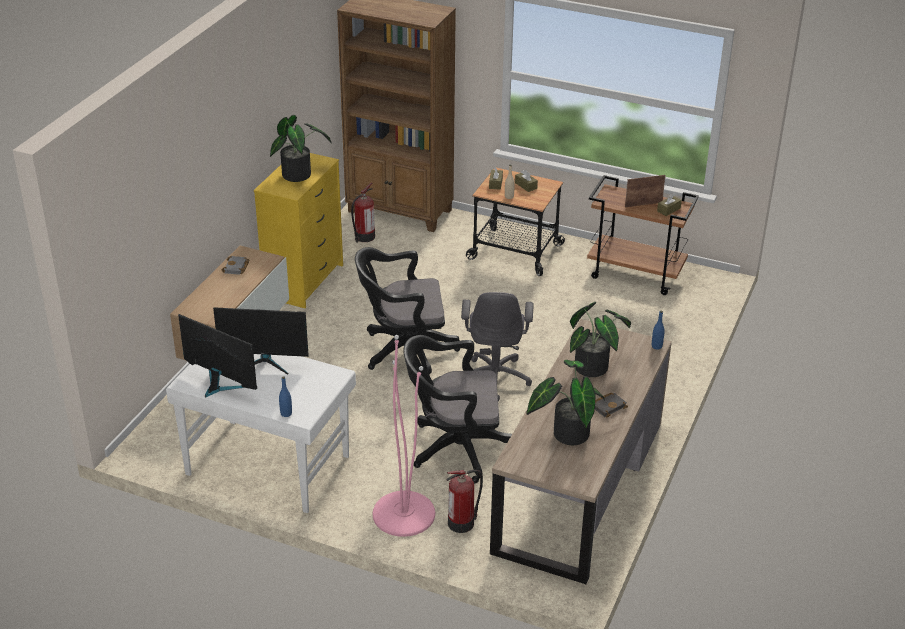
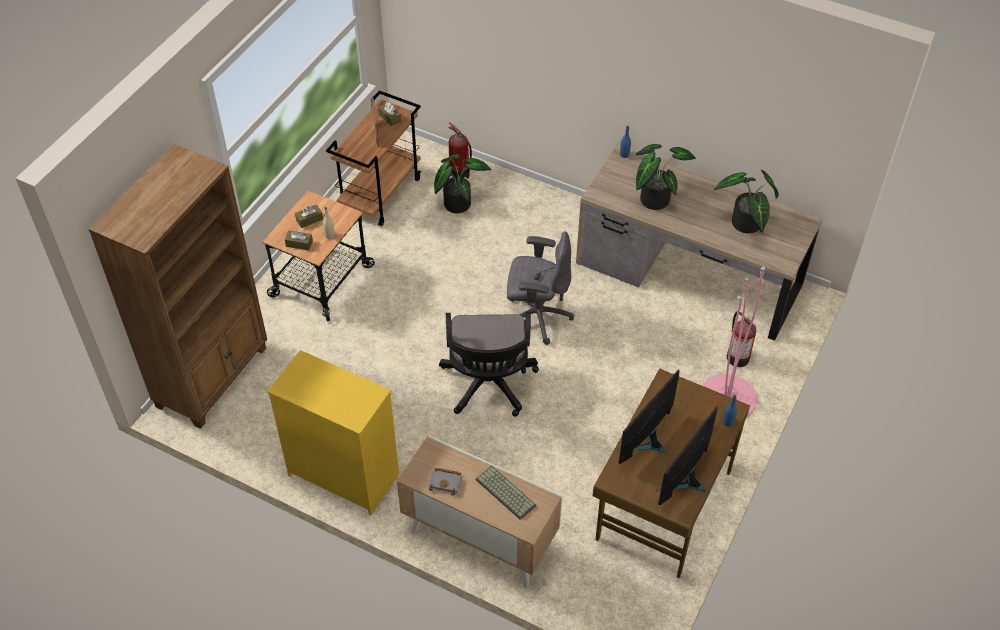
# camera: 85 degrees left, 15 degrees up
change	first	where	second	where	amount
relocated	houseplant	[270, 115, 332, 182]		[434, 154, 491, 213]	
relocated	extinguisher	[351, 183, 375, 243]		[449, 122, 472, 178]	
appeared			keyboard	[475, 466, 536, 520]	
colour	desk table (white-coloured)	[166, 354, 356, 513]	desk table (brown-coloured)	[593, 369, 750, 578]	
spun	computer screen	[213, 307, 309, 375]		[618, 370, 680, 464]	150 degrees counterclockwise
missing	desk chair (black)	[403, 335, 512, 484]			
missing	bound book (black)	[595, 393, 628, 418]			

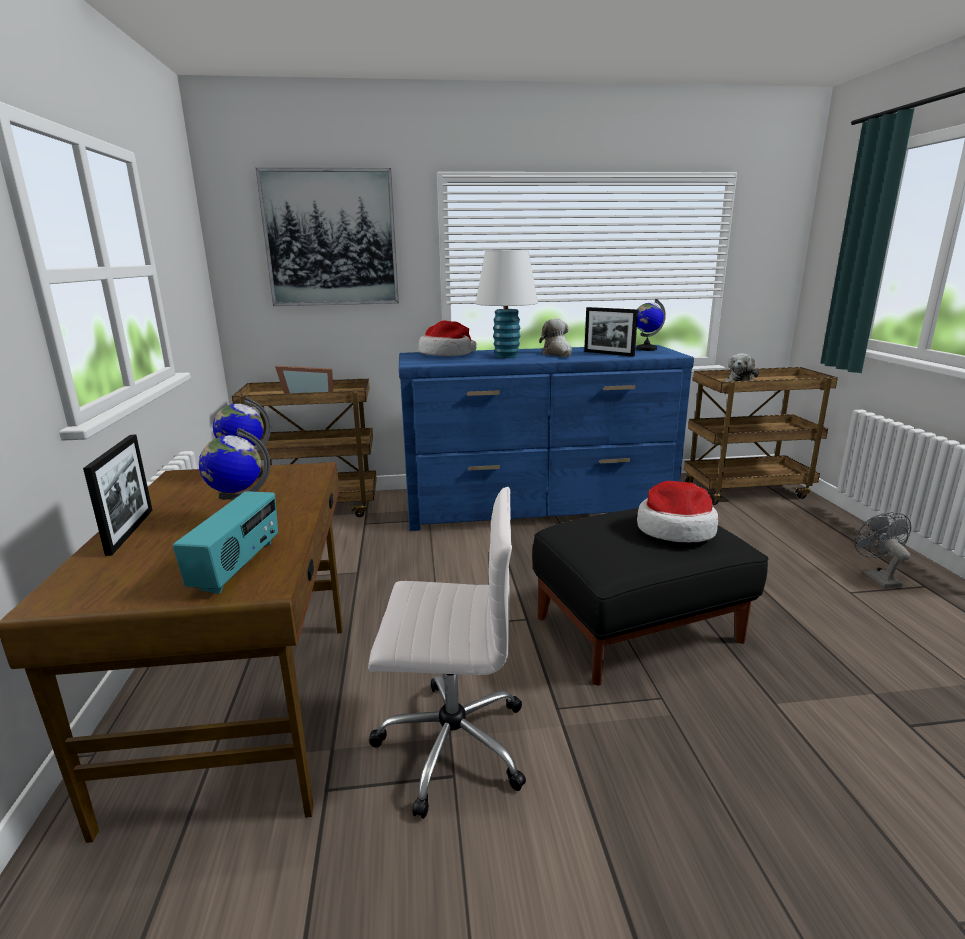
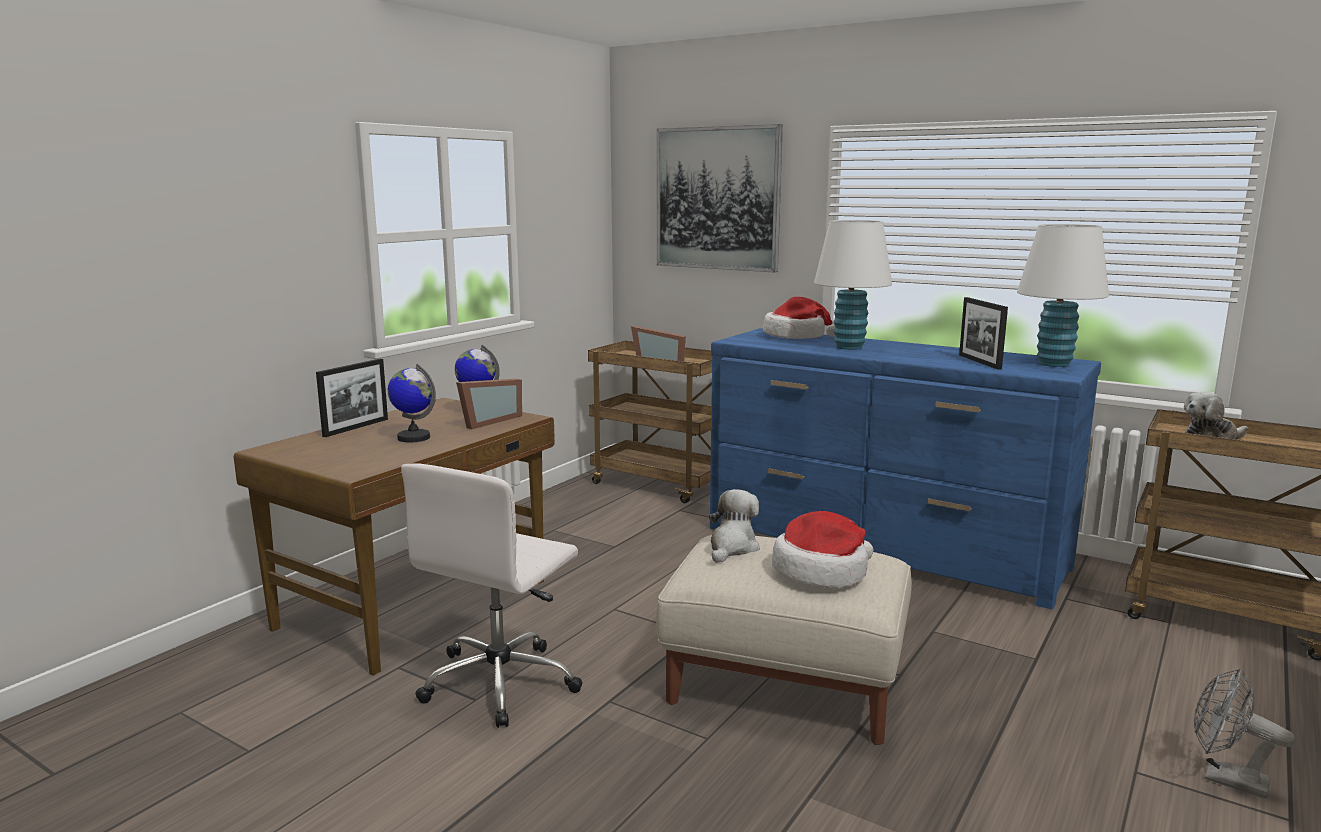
# camera: 40 degrees right, 5 degrees down
change	first	where	second	where	amount
spun	desk chair (white-coloured)	[368, 487, 526, 819]		[401, 463, 583, 728]	75 degrees clockwise
appeared			photo frame	[456, 379, 522, 429]	
colour	ottoman (black)	[532, 508, 768, 686]	ottoman (beige-coloured)	[656, 535, 912, 745]	
relocated	soft toy	[539, 319, 572, 357]		[709, 489, 760, 563]	
exchanged	world globe	[636, 299, 666, 351]	tabletop lamp (white-coloured)	[1017, 224, 1109, 367]	
spun	electric fan (gray)	[854, 512, 911, 588]		[1194, 668, 1295, 799]	90 degrees counterclockwise
missing	radio set	[173, 491, 278, 594]			

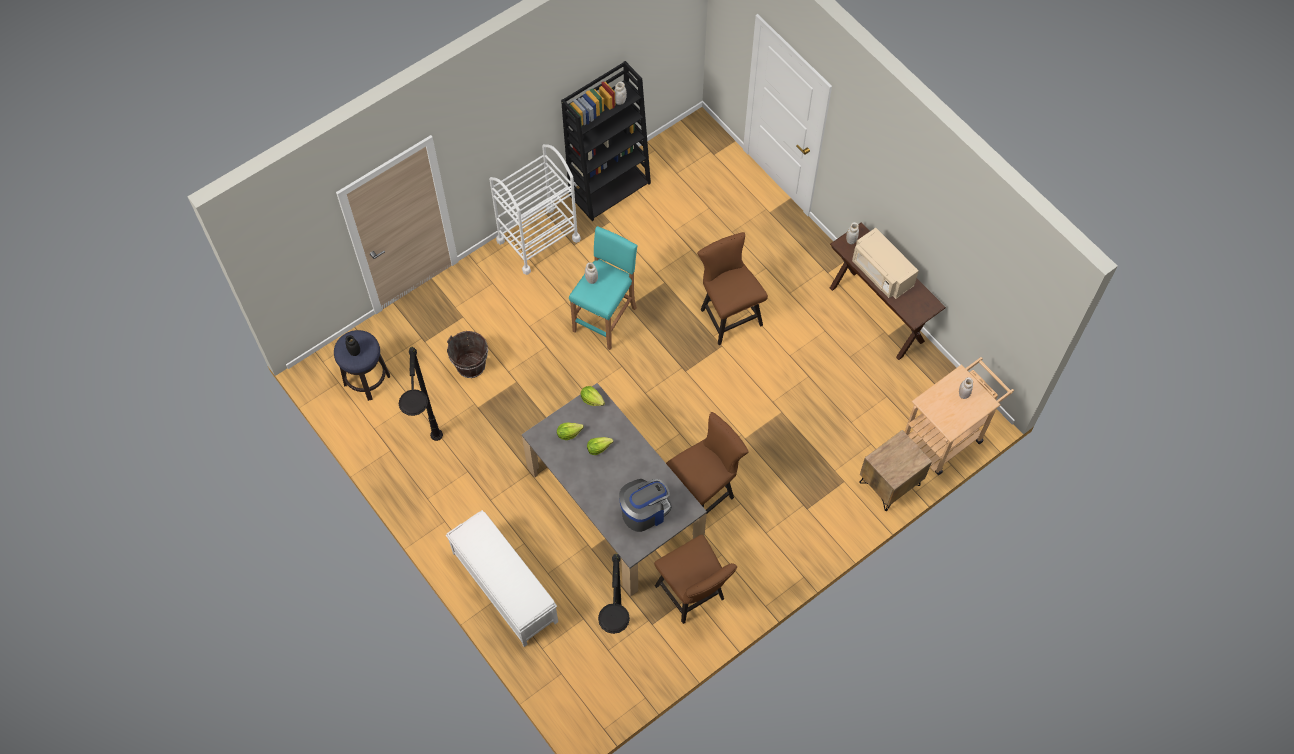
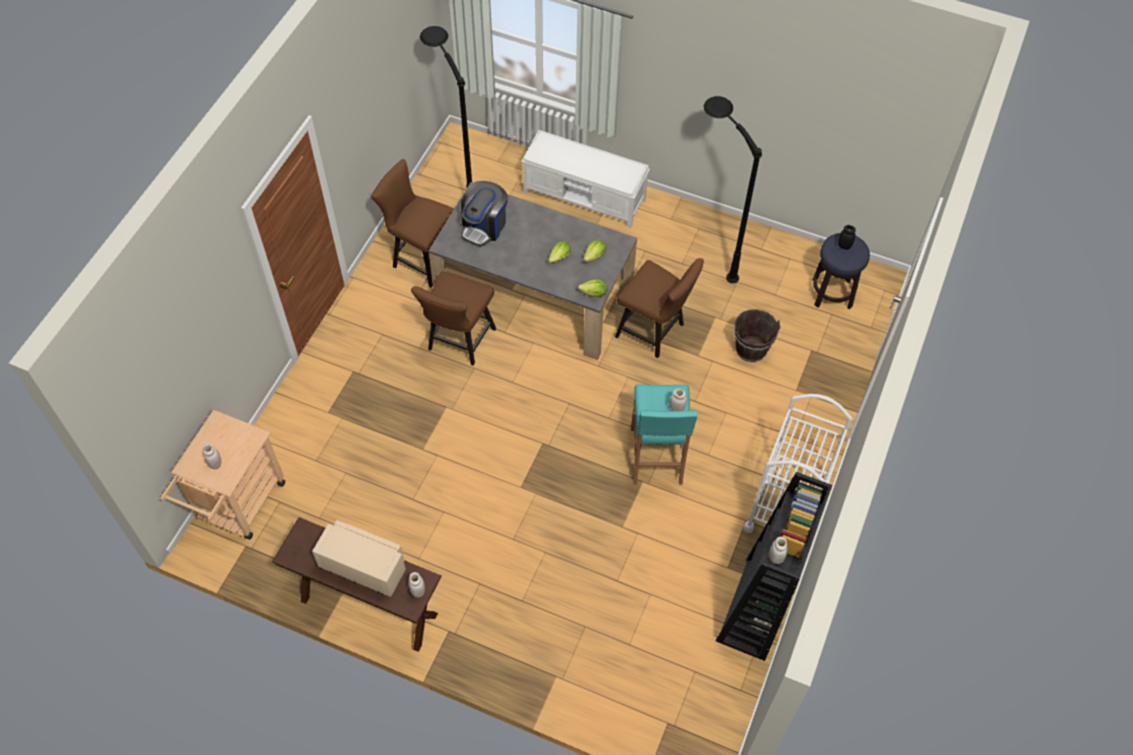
# camera: 150 degrees right, 5 degrees down
change	first	where	second	where	amount
relocated	upright chair (brown-coloured)	[697, 232, 768, 345]		[615, 258, 704, 358]	
missing	bedside table (brown-coloured)	[860, 430, 932, 511]			

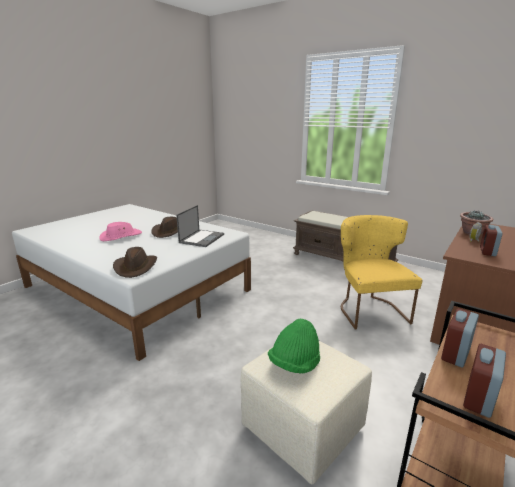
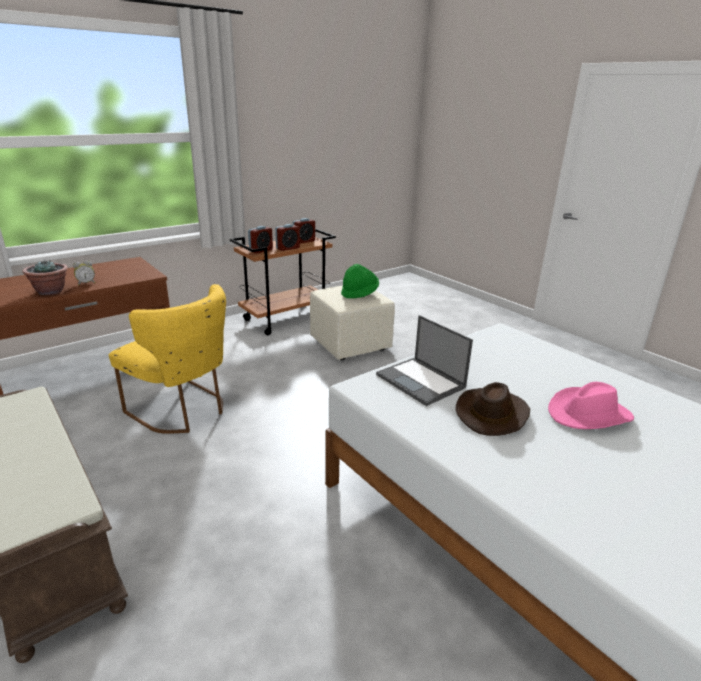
# camera: 165 degrees left, 5 degrees up
change	first	where	second	where	amount
spun	upright chair (yellowish)	[341, 215, 423, 330]		[109, 284, 226, 434]	60 degrees counterclockwise
relocated	table clock	[480, 225, 502, 256]		[248, 226, 273, 254]	
spun	laptop	[176, 205, 224, 247]		[376, 315, 473, 406]	75 degrees counterclockwise
missing	hat (brown-coloured)	[113, 247, 157, 278]			

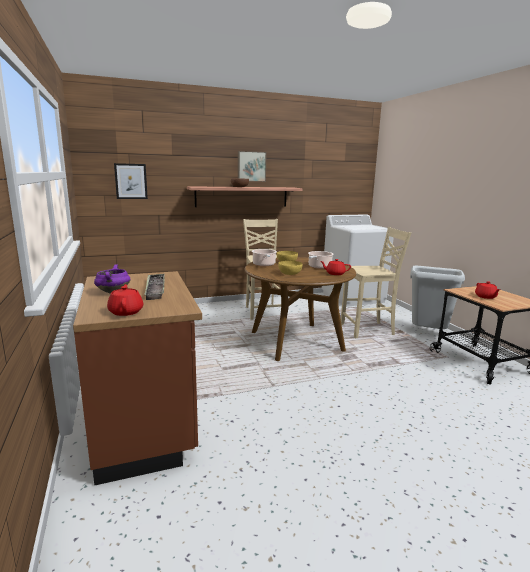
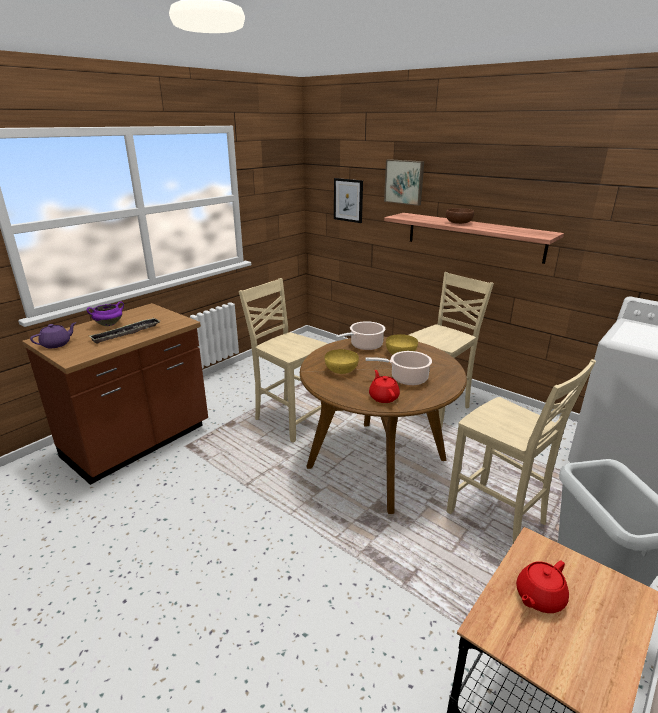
# camera: 60 degrees right, 10 degrees up
change	first	where	second	where	amount
colour	pot for tea (red-coloured)	[107, 284, 143, 316]	pot for tea (purple-coloured)	[30, 322, 77, 348]	
appeared			upright chair (beige-coloured)	[239, 278, 328, 443]	
relocated	wall art	[238, 151, 267, 182]		[384, 159, 424, 206]	

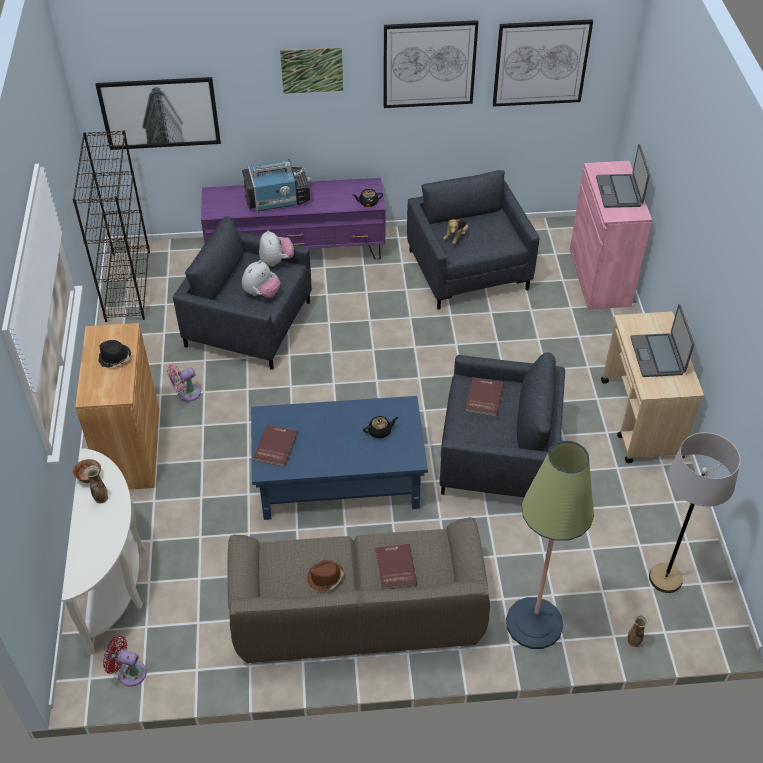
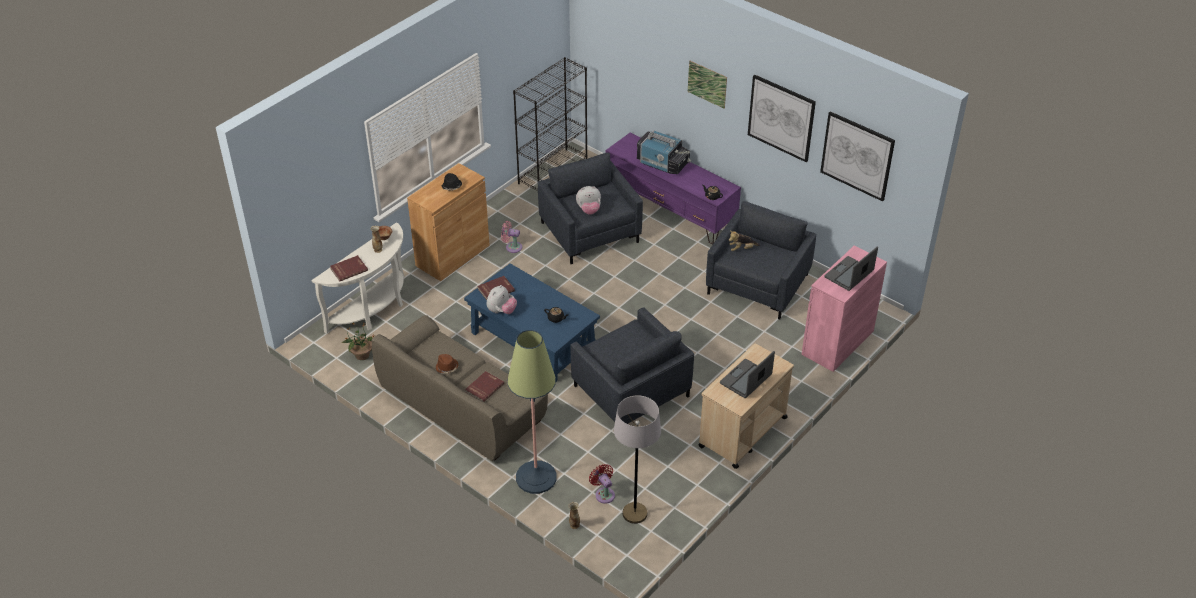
# camera: 45 degrees right, 5 degrees down
change	first	where	second	where	amount
relocated	bound book (red-coloured)	[465, 378, 504, 417]		[330, 255, 368, 281]	
appeared			houseplant	[342, 322, 376, 360]	
relocated	soft toy	[259, 230, 294, 267]		[487, 285, 517, 314]	
relocated	electric fan (red-coloured)	[103, 636, 147, 687]		[589, 464, 615, 504]	
missing	wall art	[95, 77, 221, 150]			

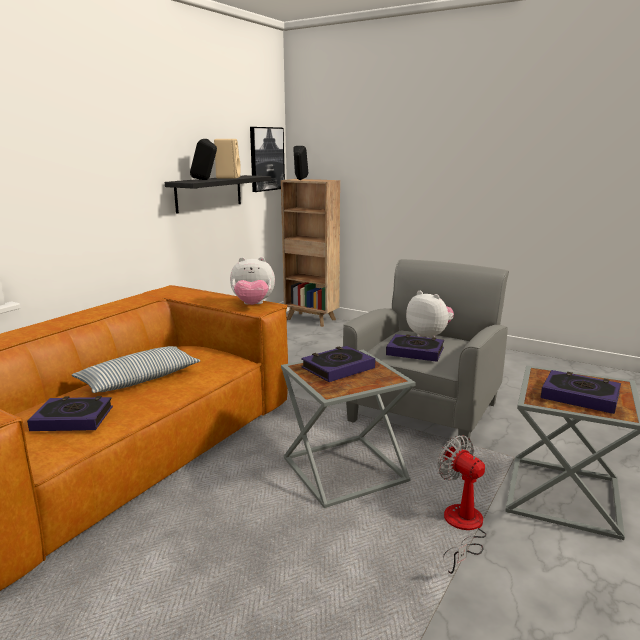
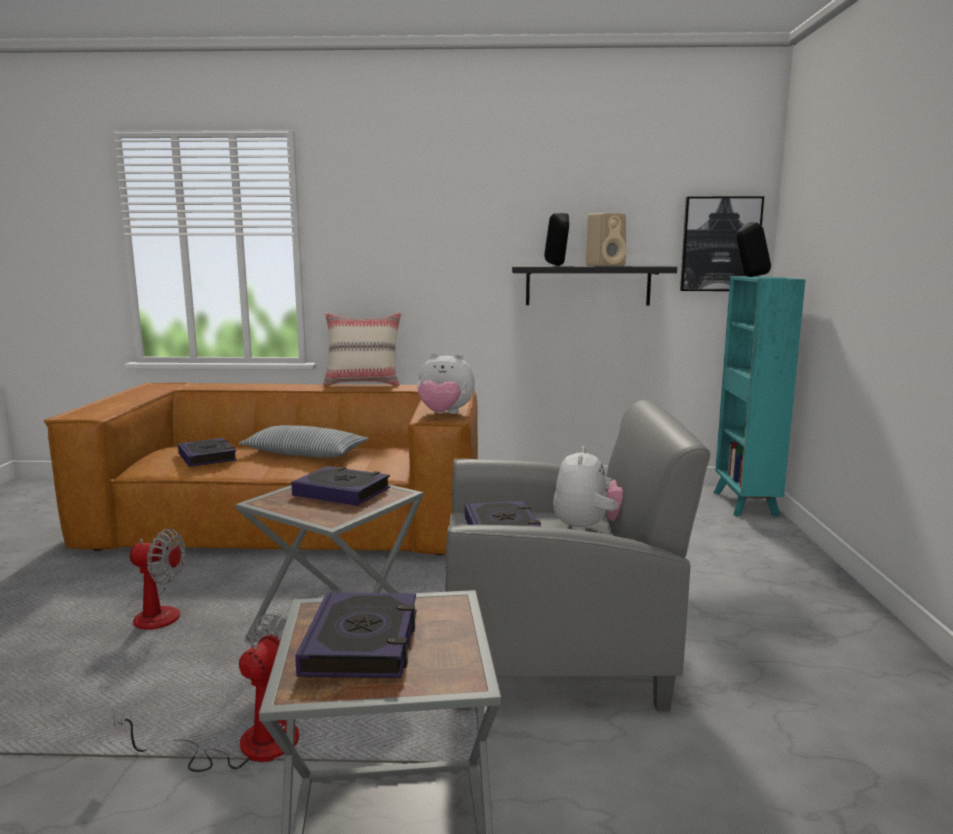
# camera: 60 degrees right, 5 degrees down
change	first	where	second	where	amount
appeared			electric fan	[127, 529, 185, 629]	
appeared			throw pillow (beige-coloured)	[324, 312, 401, 386]	
spun	soft toy	[230, 257, 275, 305]		[417, 353, 475, 414]	45 degrees counterclockwise
colour	bookshelf (brown-coloured)	[281, 179, 340, 327]	bookshelf (turquoise-coloured)	[714, 276, 806, 517]	

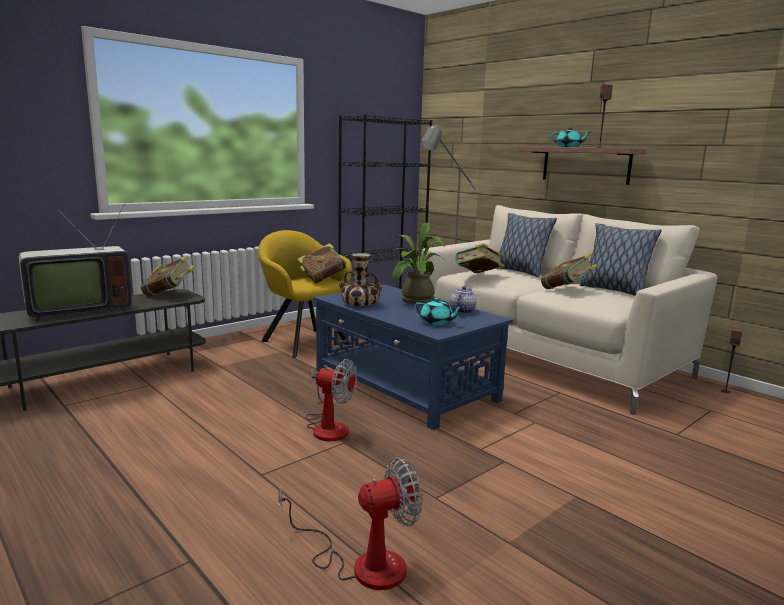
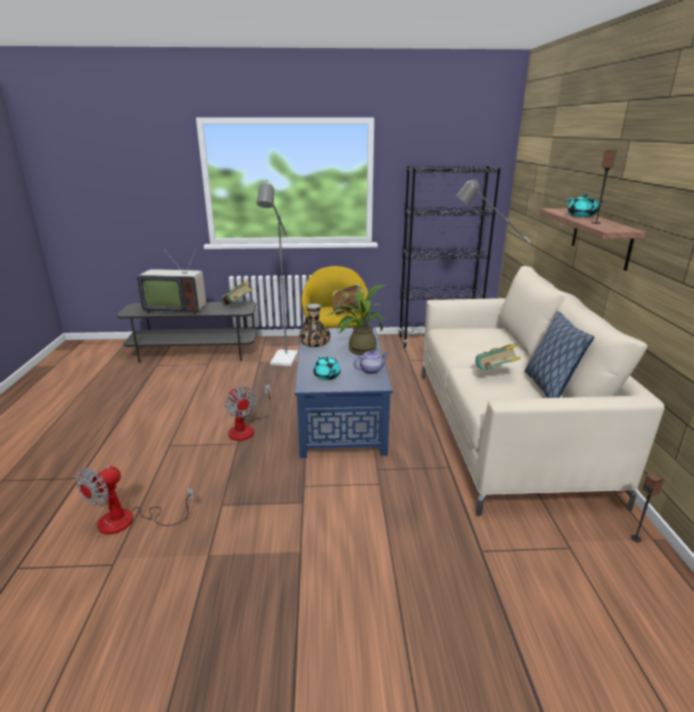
# camera: 40 degrees right, 10 degrees up
change	first	where	second	where	amount
spun	electric fan	[279, 457, 422, 590]		[76, 466, 194, 534]	105 degrees clockwise
appeared			standard lamp (gray)	[257, 180, 298, 366]	
missing	bound book	[455, 243, 505, 273]			
missing	throw pillow	[500, 213, 557, 277]			

